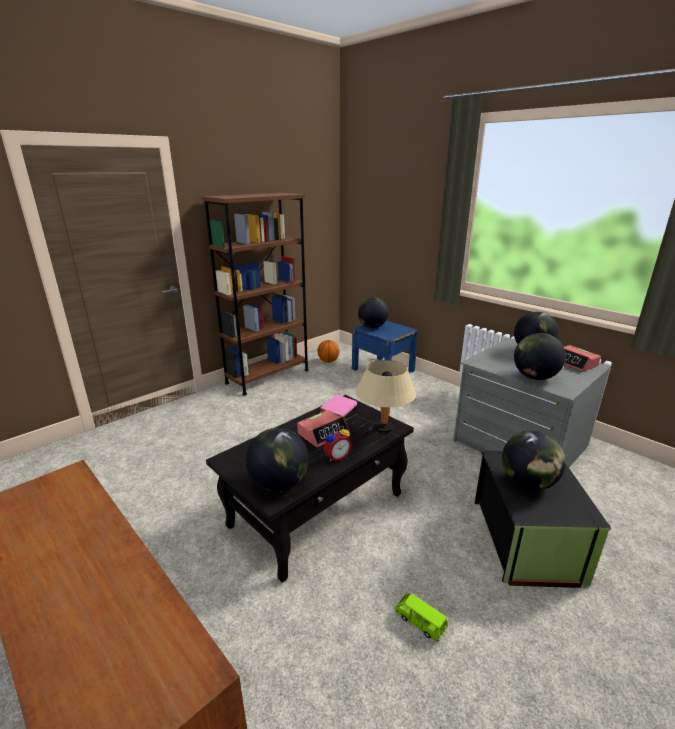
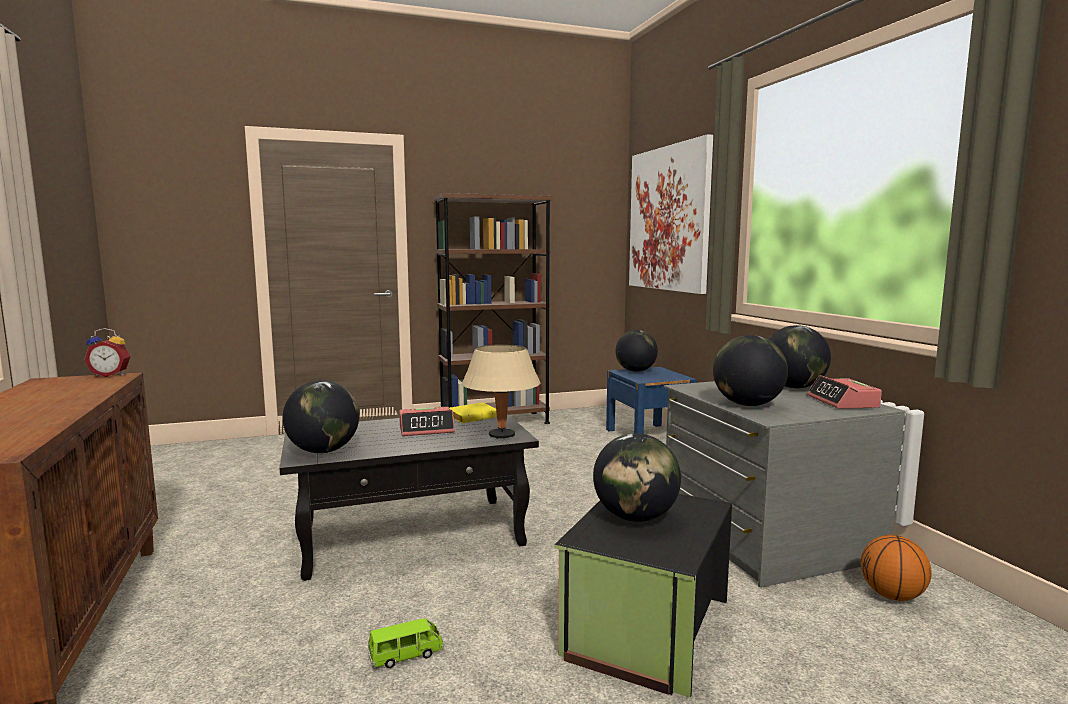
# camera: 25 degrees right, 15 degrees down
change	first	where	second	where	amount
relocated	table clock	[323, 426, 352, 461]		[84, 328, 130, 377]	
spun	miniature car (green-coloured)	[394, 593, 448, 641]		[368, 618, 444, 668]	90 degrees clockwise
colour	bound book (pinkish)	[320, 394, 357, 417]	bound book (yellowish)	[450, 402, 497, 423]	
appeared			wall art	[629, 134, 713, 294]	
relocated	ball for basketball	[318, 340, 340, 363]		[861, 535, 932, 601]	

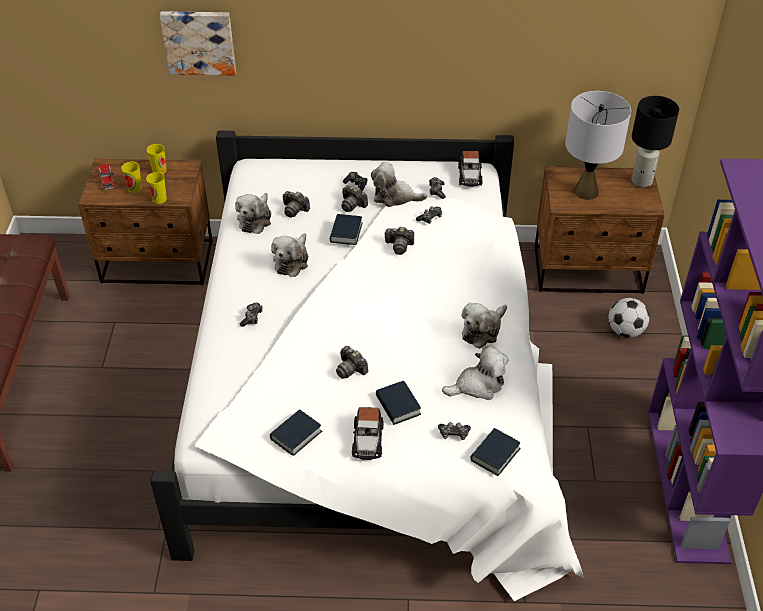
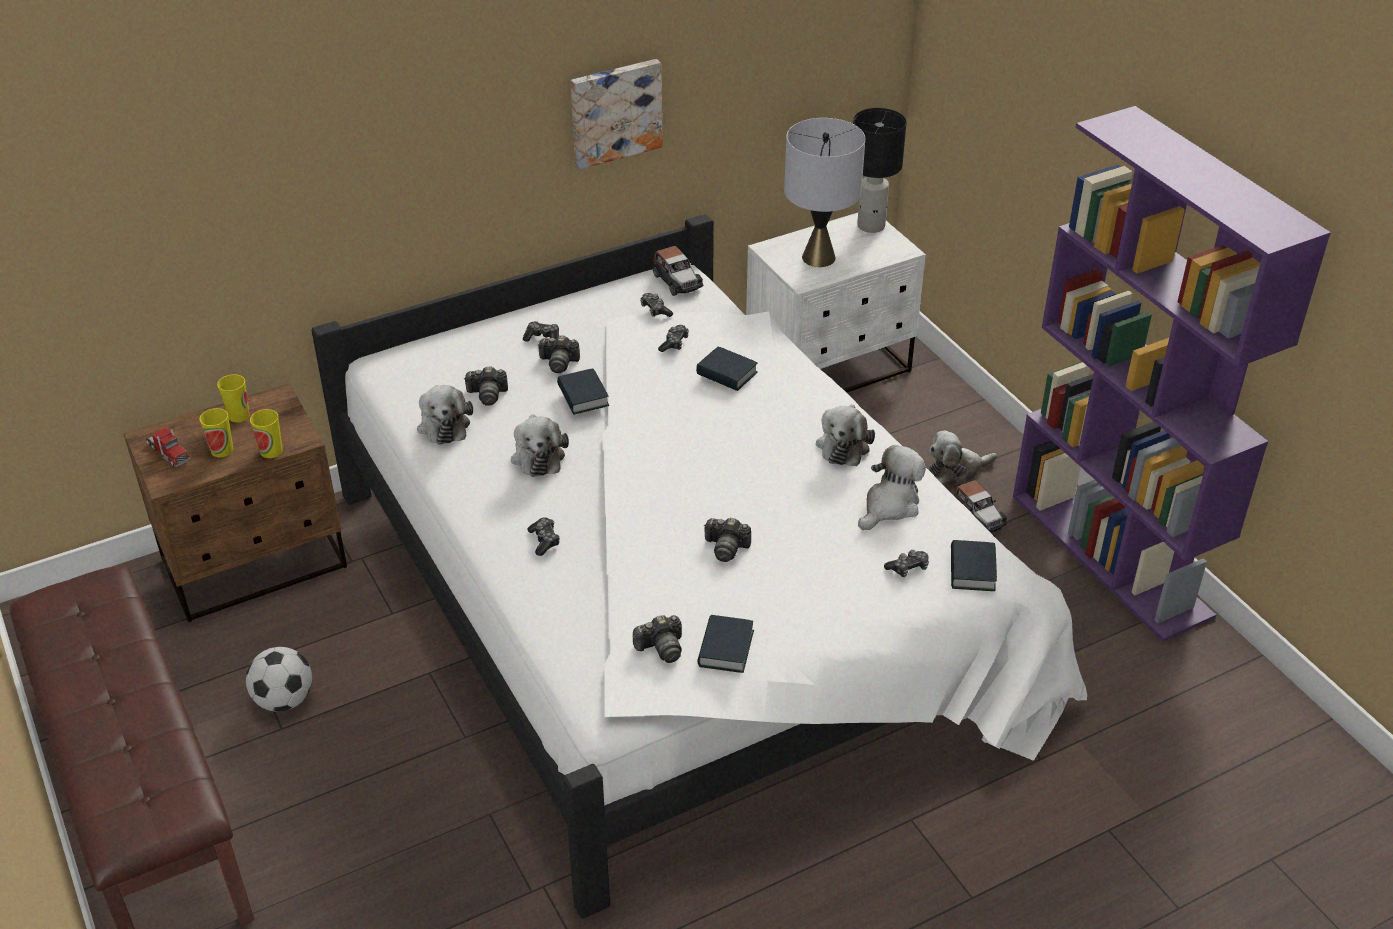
# camera: 30 degrees left, 5 degrees down
change	first	where	second	where	amount
relocated	football	[608, 298, 649, 338]		[246, 647, 312, 712]	
relocated	wall art	[160, 11, 236, 76]		[571, 59, 663, 169]	
relocated	still camera	[384, 227, 414, 255]		[633, 615, 682, 663]	
relocated	bound book	[376, 381, 421, 425]		[696, 347, 758, 391]	
colour	bedside table (brown-coloured)	[534, 167, 665, 294]	bedside table (white-coloured)	[746, 213, 926, 393]	
relocated	soft toy	[371, 162, 428, 207]		[929, 431, 997, 485]	
relocated	miniature car	[352, 407, 384, 460]		[954, 480, 1007, 532]	

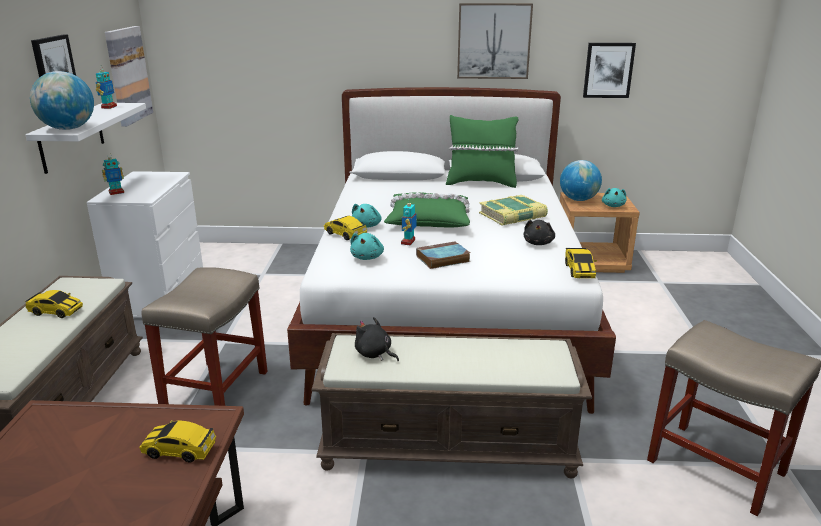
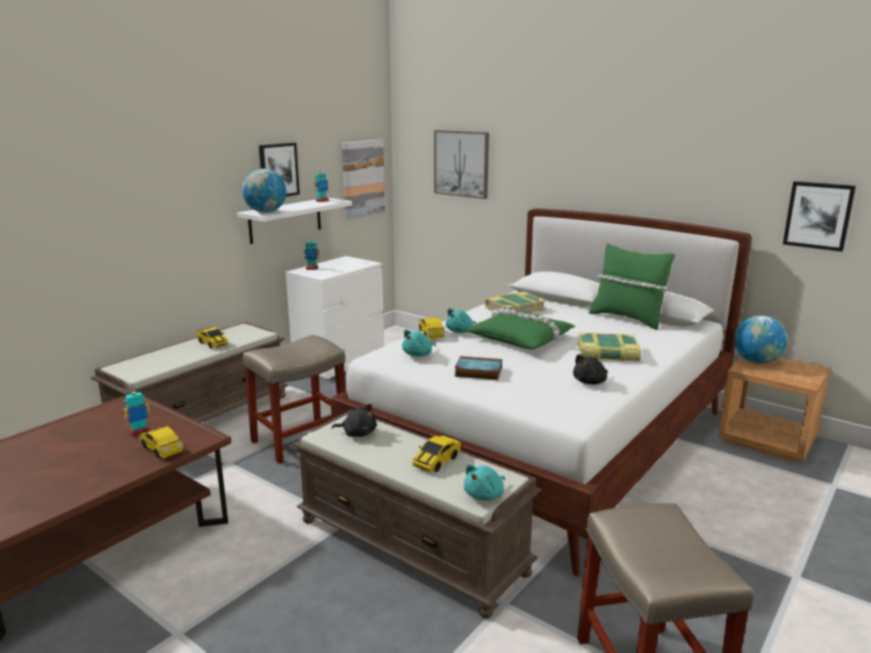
# camera: 35 degrees right, 5 degrees down
change	first	where	second	where	amount
relocated	model robot	[401, 200, 417, 245]		[123, 387, 150, 437]	
spun	soft toy (black)	[355, 317, 399, 361]		[332, 404, 377, 437]	120 degrees clockwise
relocated	miniature car	[565, 248, 597, 278]		[412, 434, 461, 472]	
relocated	wall art	[457, 3, 533, 79]		[434, 130, 489, 199]	
relocated	soft toy (turquoise-coloured)	[602, 188, 627, 207]		[464, 464, 505, 501]	
appeared			bound book	[485, 291, 546, 313]	

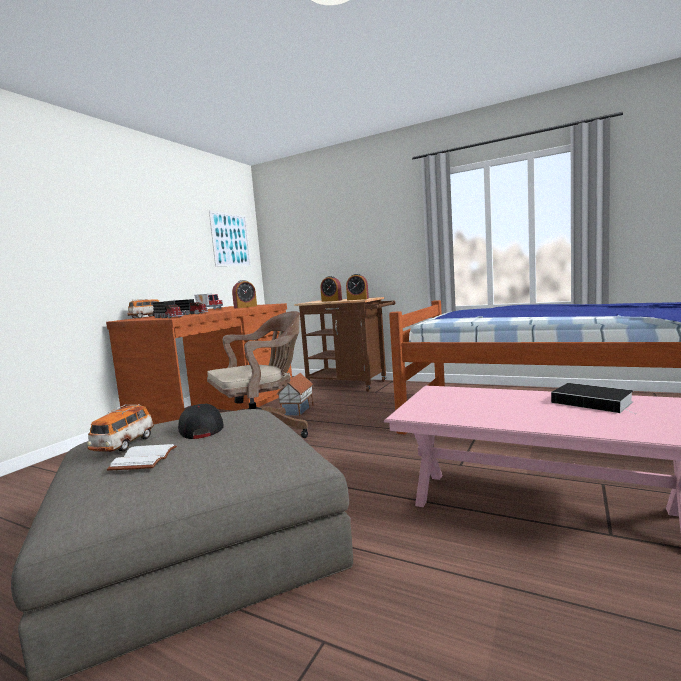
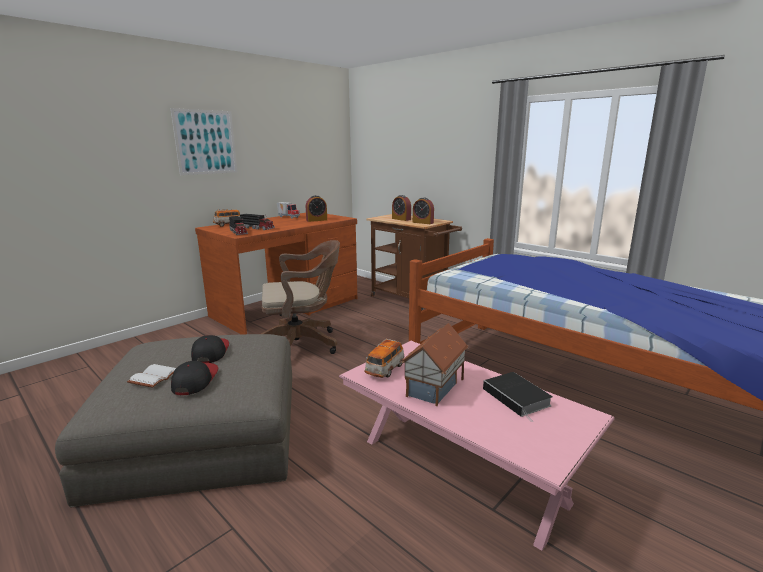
# camera: 15 degrees right, 10 degrees up
change	first	where	second	where	amount
relocated	wall art	[209, 210, 251, 266]		[171, 108, 237, 175]	
appeared			cap	[171, 361, 218, 395]	
relocated	miniature car	[87, 404, 154, 452]		[364, 338, 404, 378]	
relocated	toy house	[277, 373, 314, 416]		[402, 323, 469, 406]	

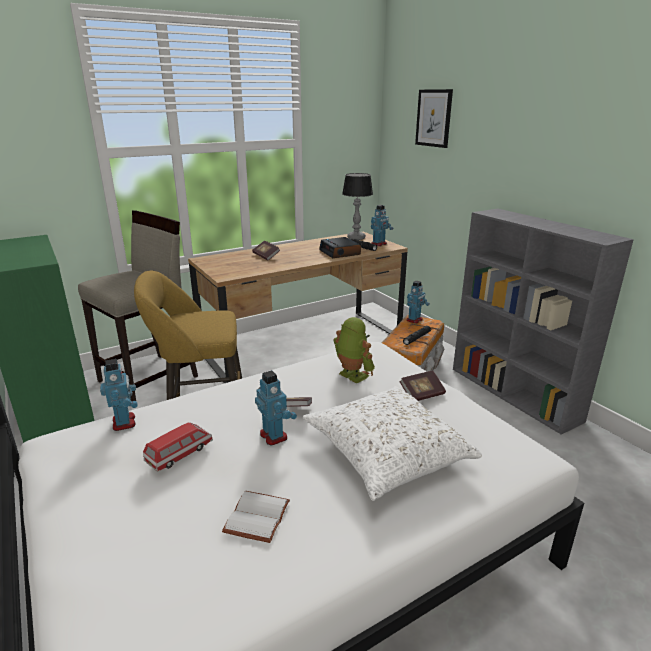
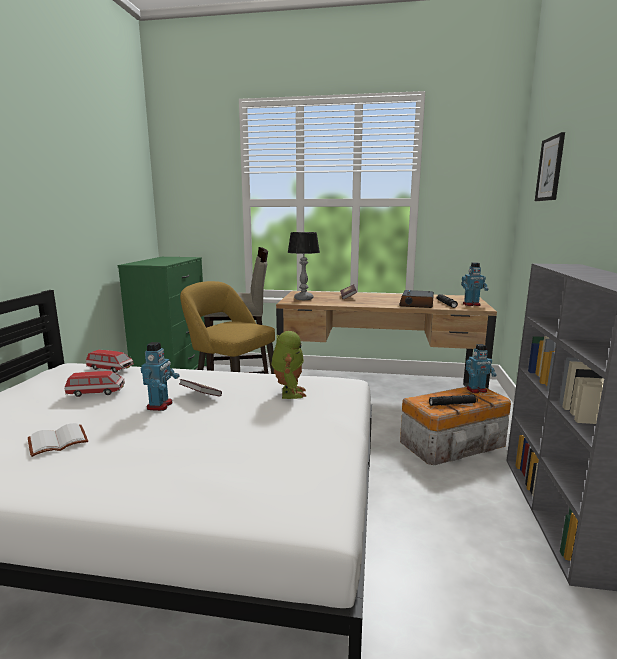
# camera: 40 degrees right, 10 degrees down
change	first	where	second	where	amount
exchanged	model robot	[100, 359, 138, 431]	miniature car	[86, 350, 134, 373]	
relocated	tabletop lamp	[342, 173, 373, 240]		[288, 232, 320, 300]	
missing	throw pillow (white-coloured)	[302, 386, 482, 501]			
missing	bound book	[399, 371, 446, 401]			

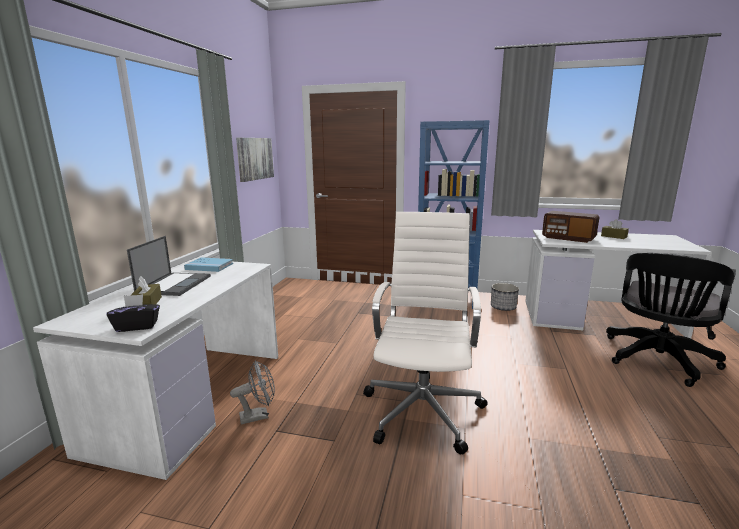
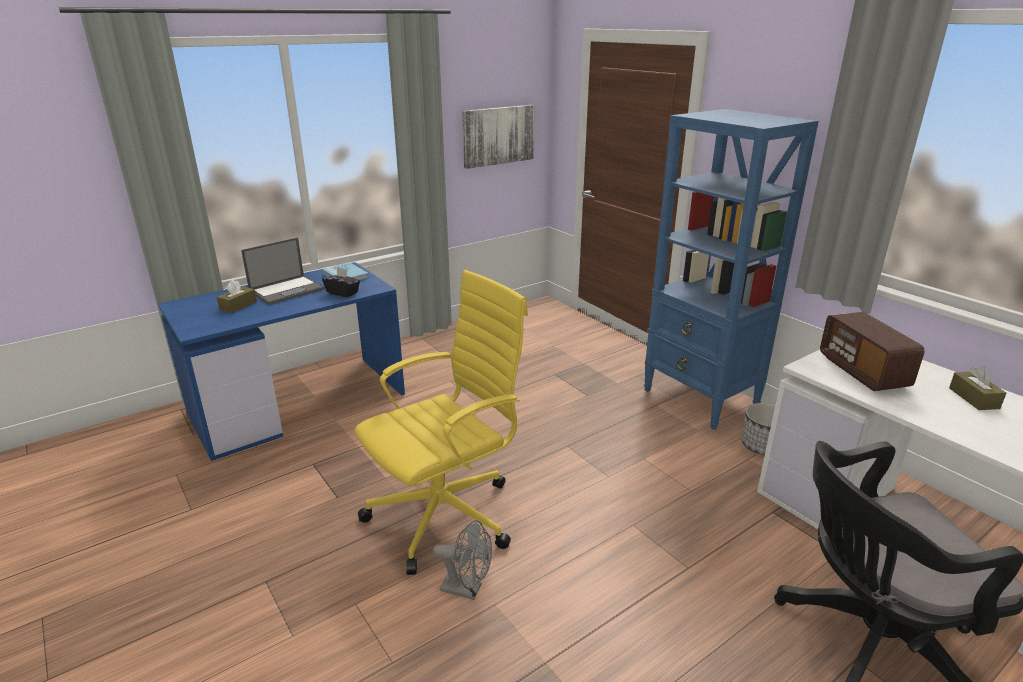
# camera: 40 degrees right, 10 degrees up
change	first	where	second	where	amount
colour	desk table (white-coloured)	[33, 260, 278, 480]	desk table (blue)	[158, 262, 405, 461]	
relocated	tissue box (black)	[106, 294, 160, 332]		[322, 267, 360, 297]	
colour	desk chair (white-coloured)	[363, 212, 488, 455]	desk chair (yellowish)	[355, 270, 528, 575]	
relocated	electric fan (gray)	[230, 361, 275, 424]		[433, 520, 492, 600]	

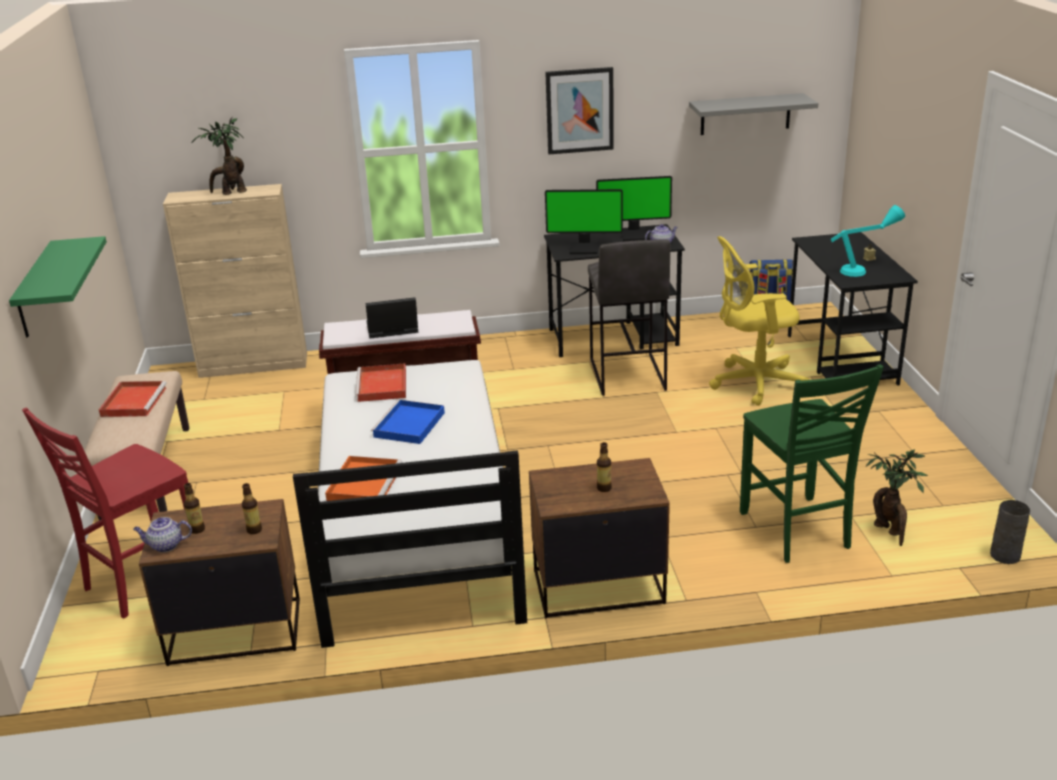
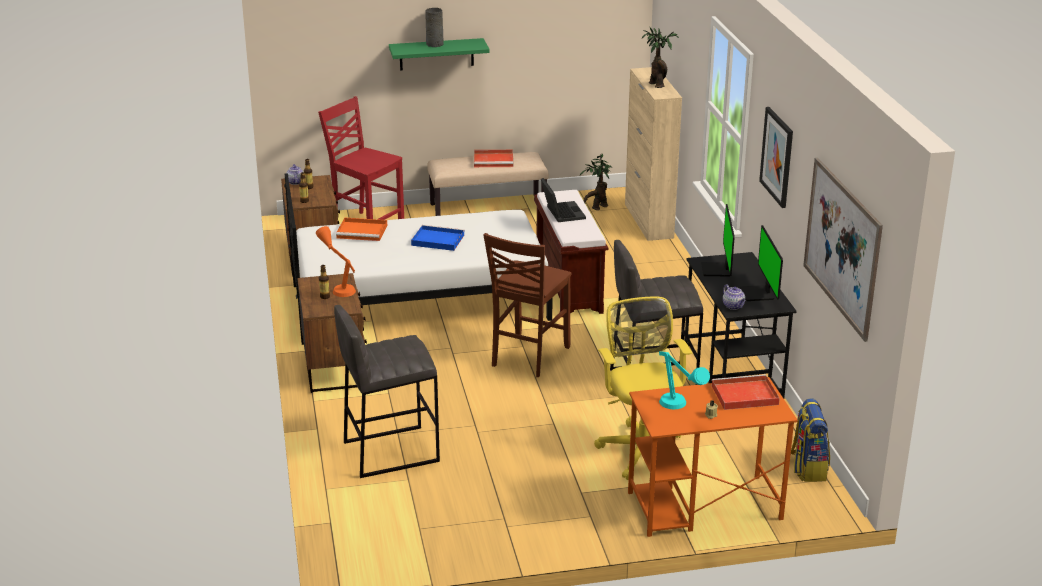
# camera: 85 degrees right, 0 degrees up
change	first	where	second	where	amount
appeared			tabletop lamp (orangey)	[316, 226, 356, 297]	
exchanged	upright chair (green-coloured)	[740, 364, 884, 563]	sitting stool (gray)	[334, 305, 440, 478]	
relocated	flower vase (gray)	[990, 500, 1030, 564]		[425, 8, 444, 47]	
appeared			upright chair (brown-coloured)	[484, 233, 571, 377]	
relocated	houseplant	[866, 449, 928, 546]		[580, 153, 613, 210]	
colour	desk table (black)	[788, 232, 918, 386]	desk table (orangey)	[628, 377, 798, 537]	
relocated	serving tray (red-coloured)	[355, 363, 406, 402]		[712, 374, 780, 410]	
exchanged	wall shelf (gray)	[689, 93, 818, 135]	wall art	[803, 157, 883, 342]	

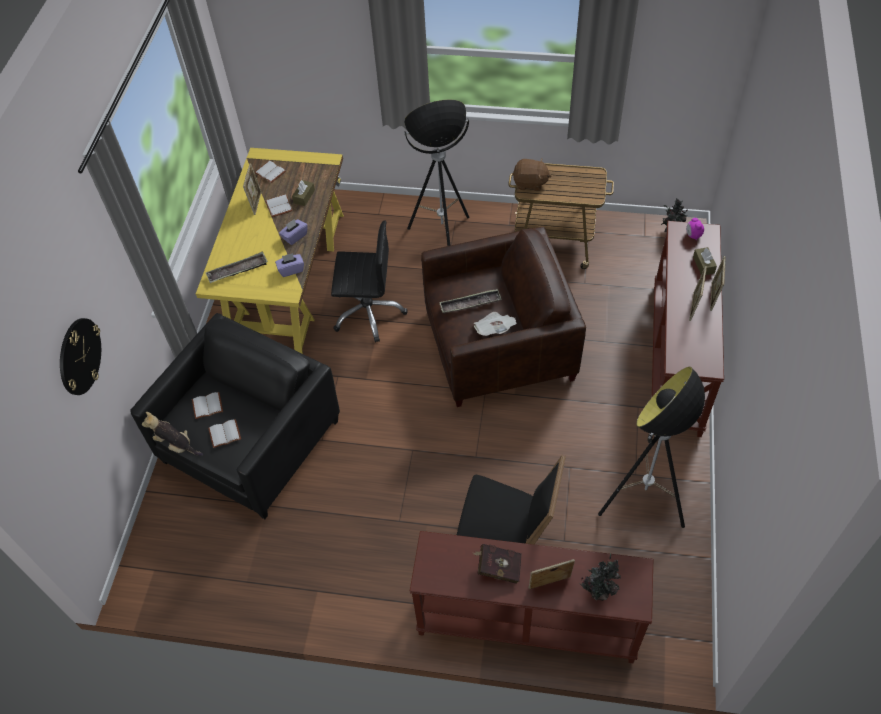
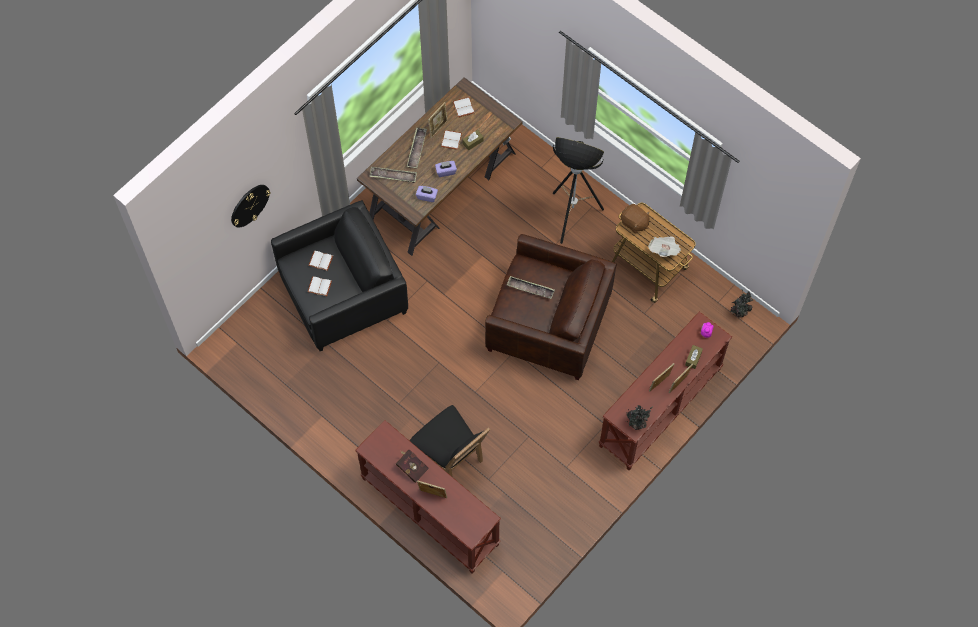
# camera: 30 degrees right, 10 degrees up
change	first	where	second	where	amount
colour	desk table (yellowish)	[196, 148, 344, 354]	desk table (brown-coloured)	[357, 77, 523, 256]	
appeared			serving tray	[407, 127, 427, 169]	
relocated	houseplant	[580, 554, 621, 601]		[625, 405, 653, 430]	
relocated	printed paper	[473, 312, 517, 336]		[648, 236, 681, 257]	
missing	soft toy	[142, 412, 203, 456]			
missing	desk chair (black)	[331, 220, 408, 343]			
missing	standard lamp	[598, 367, 705, 528]			

